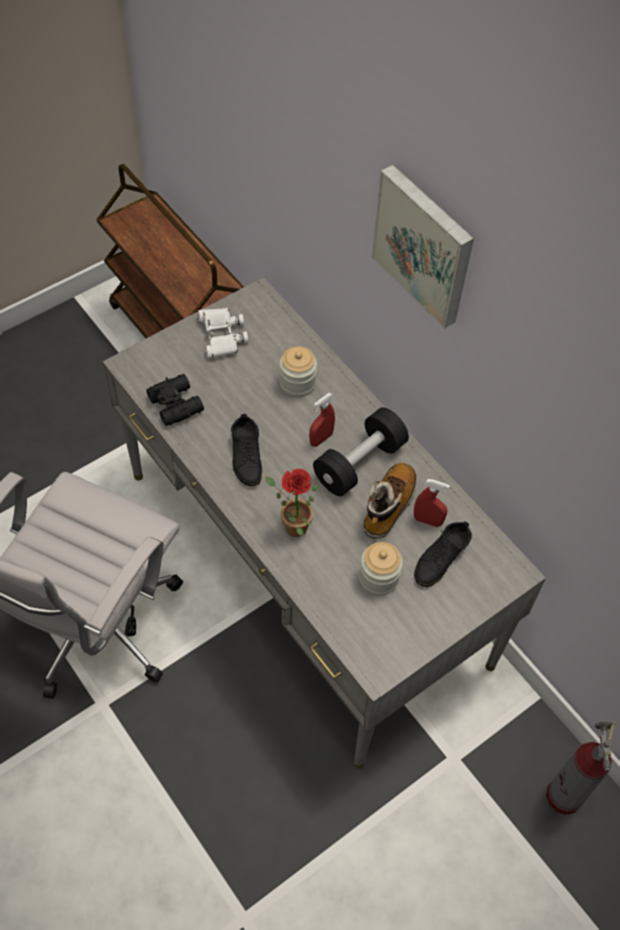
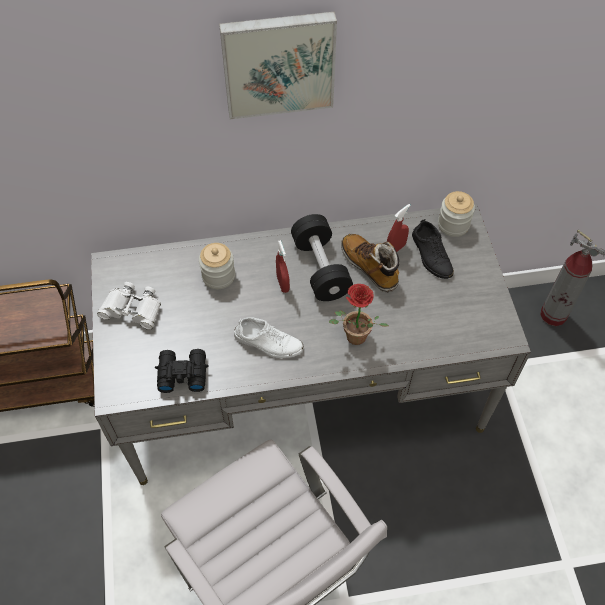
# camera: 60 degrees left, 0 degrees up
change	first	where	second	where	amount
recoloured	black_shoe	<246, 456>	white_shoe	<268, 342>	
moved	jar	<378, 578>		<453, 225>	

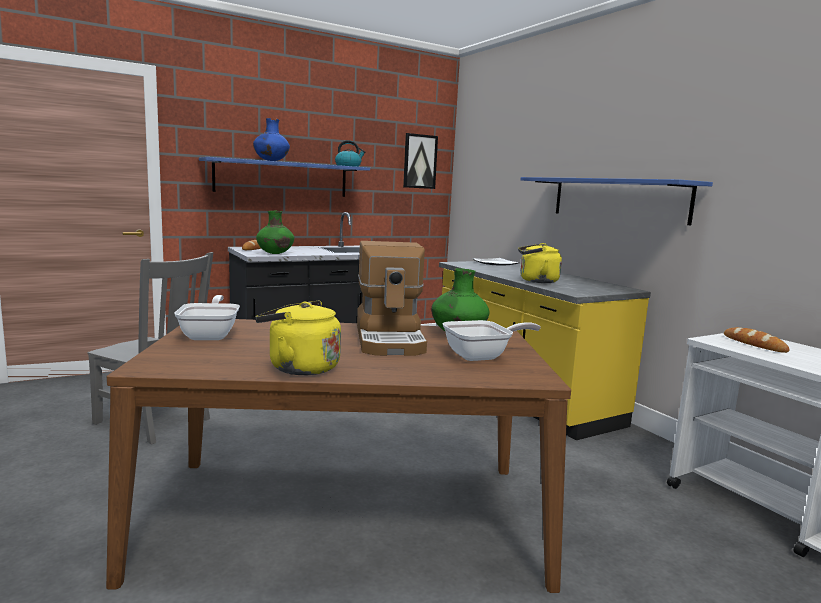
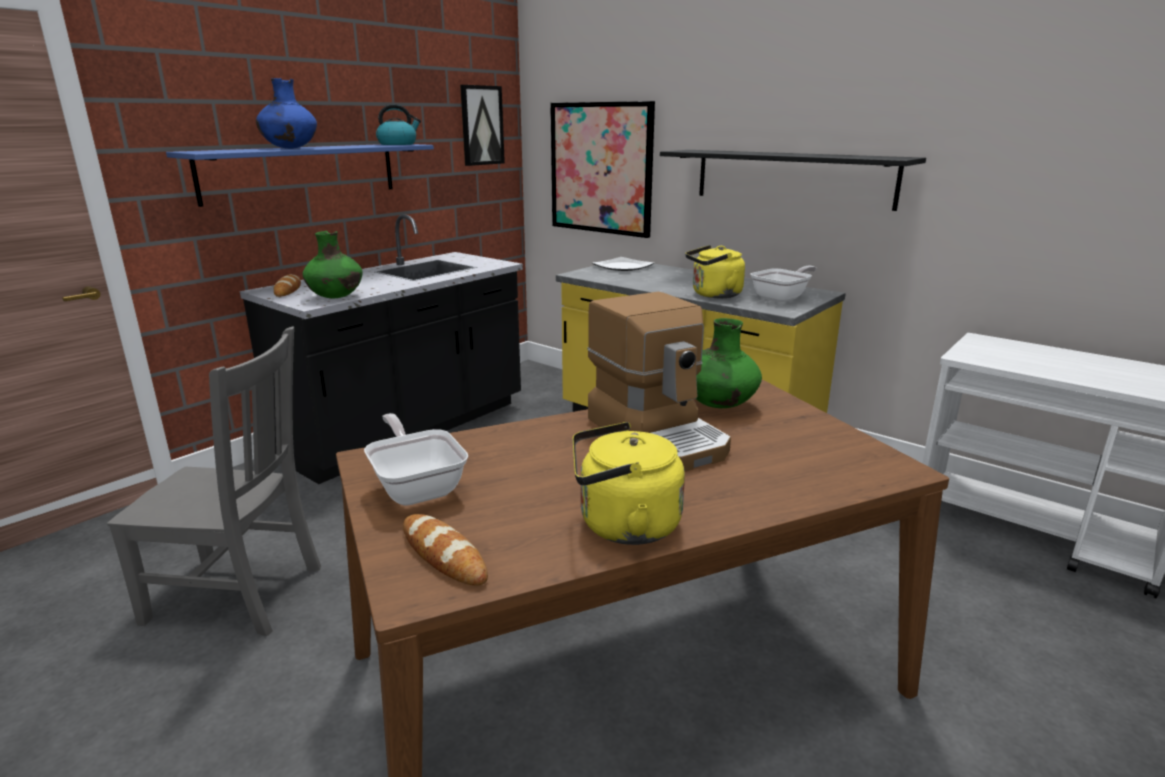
# camera: 20 degrees left, 10 degrees up
change	first	where	second	where	amount
recoloured	blue_shelf	<617, 199>	black_shelf	<792, 178>	
moved	frying_pan	<482, 356>		<782, 298>	
moved	bread	<754, 344>		<443, 554>	
added			picture	<601, 168>	

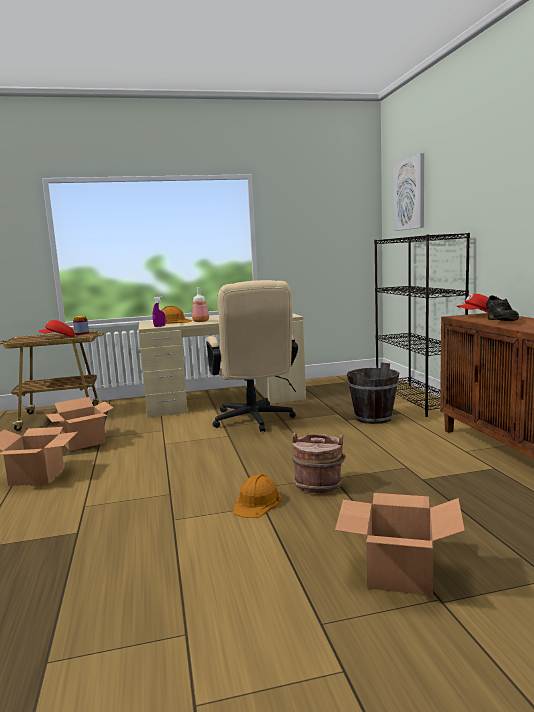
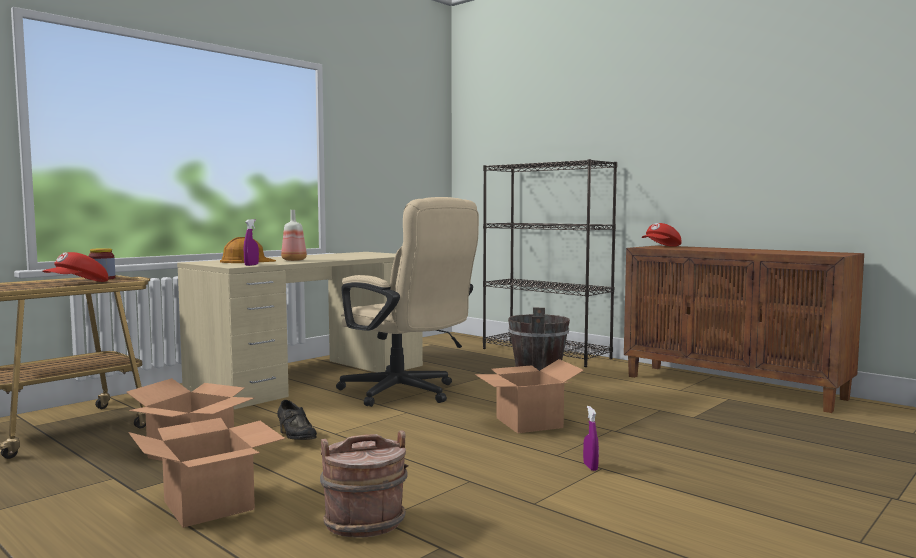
# camera: 35 degrees left, 5 degrees down
change	first	where	second	where	amount
removed	picture	<409, 194>			
moved	black_shoe	<500, 321>		<296, 438>	
moved	brown_bucket	<319, 485>		<364, 522>	
replaced	orange_hard_hat	<257, 503>	purple_spray_bottle	<590, 467>	
moved	cardboard_box	<400, 573>		<530, 423>	

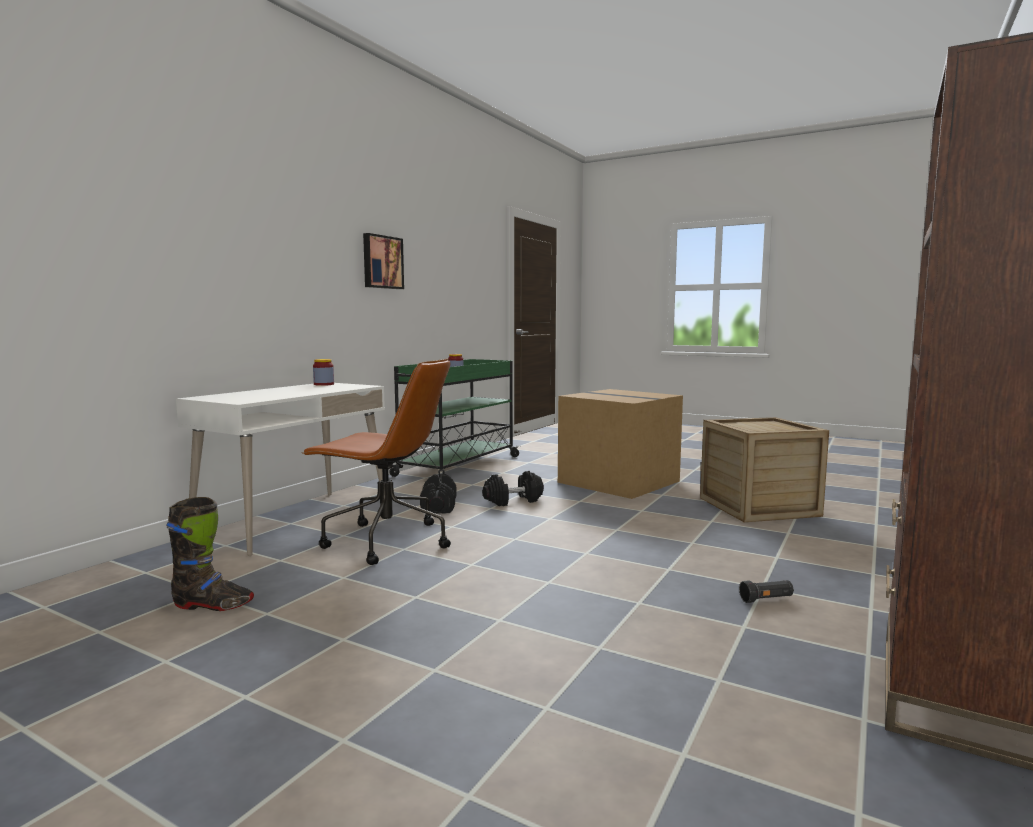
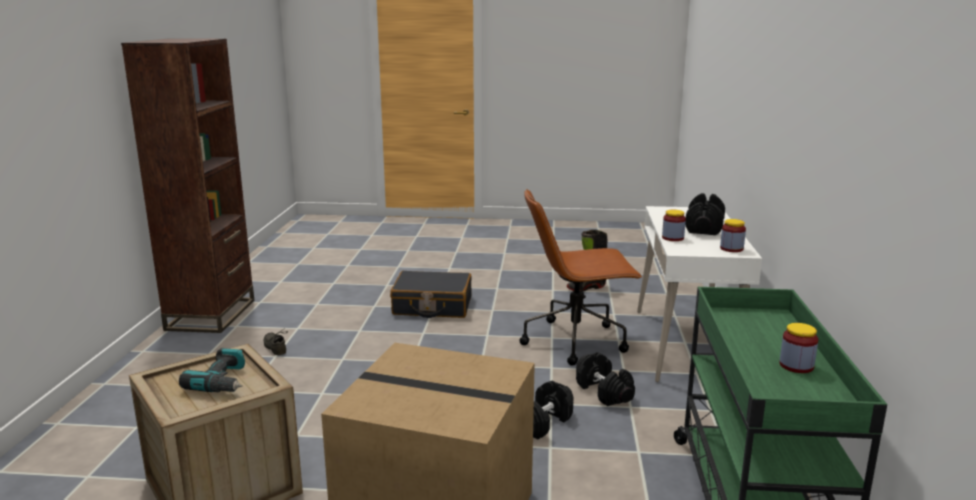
# camera: 155 degrees right, 10 degrees up
change	first	where	second	where	amount
removed	picture	<382, 262>			
replaced	black_flashlight	<766, 599>	grey_shoe	<276, 347>	
added			black_dumbbell	<704, 228>	
added			jar	<672, 238>	
added			black_suitcase	<432, 306>	
added			power_drill	<223, 382>	

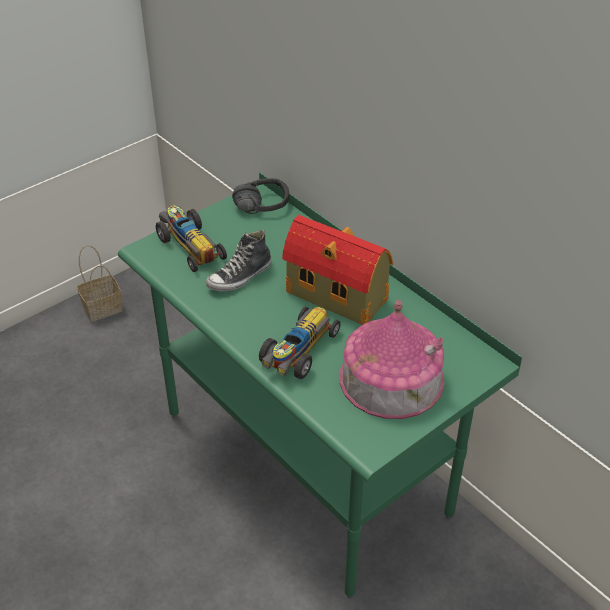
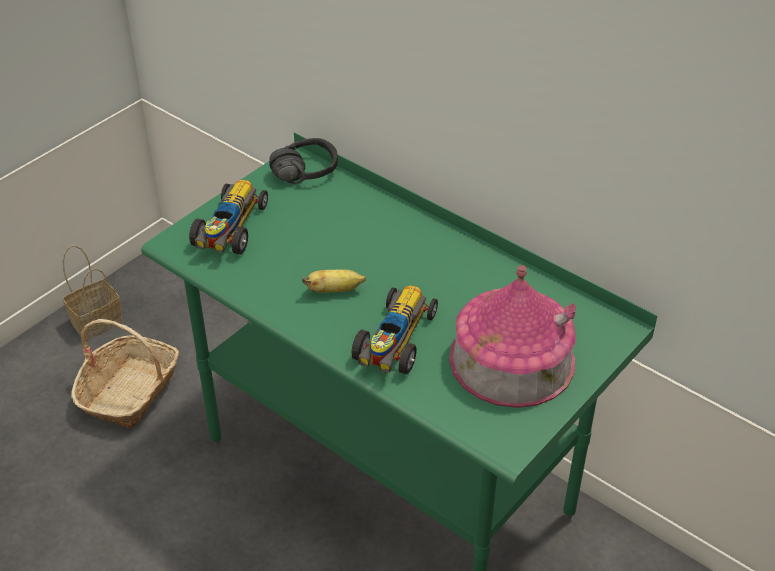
# camera: 10 degrees left, 0 degrees up
change	first	where	second	where	amount
turned	toy_car	<190, 245>		<230, 230>	120 degrees counterclockwise
removed	toy_house	<338, 297>			
removed	shoe	<240, 277>			
added			banana	<334, 290>	
added			basket	<130, 391>	

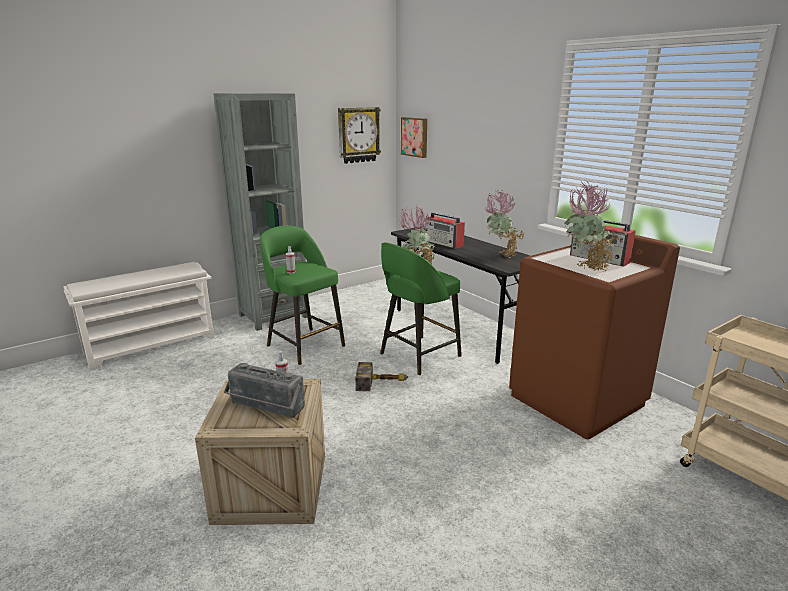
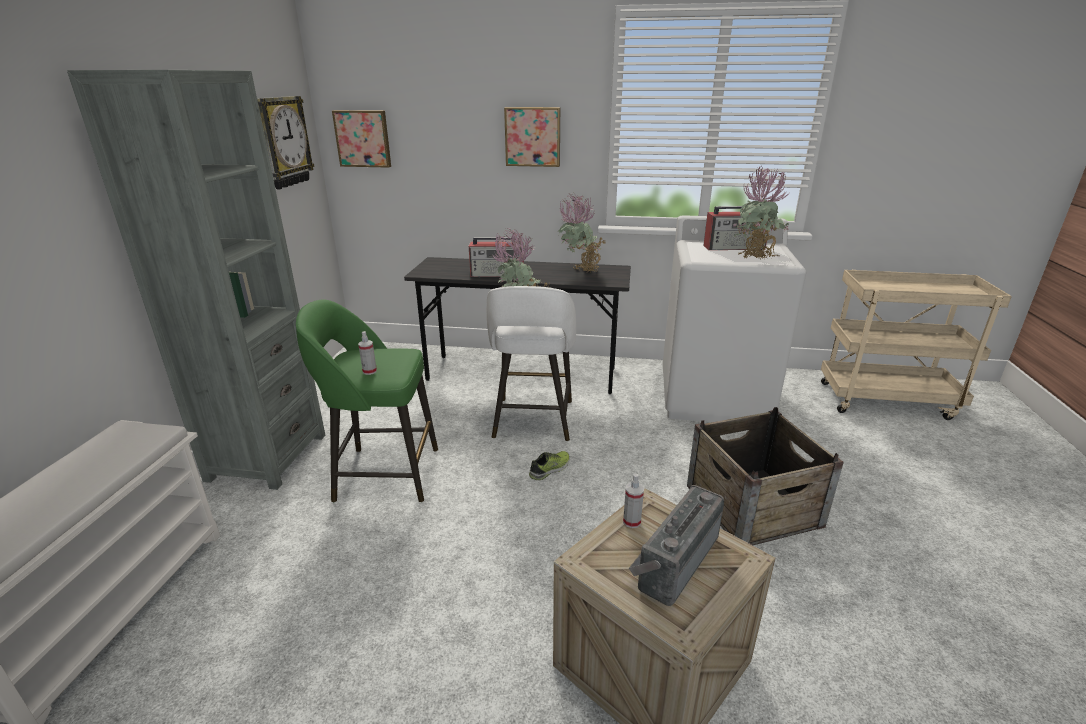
# camera: 45 degrees left, 5 degrees up
change	first	where	second	where	amount
recoloured	brown_washing_machine	<577, 400>	white_washing_machine	<714, 397>	
recoloured	green_stool	<418, 355>	white_stool	<533, 421>	
replaced	hammer	<382, 383>	shoe	<550, 469>	
turned	radio	<265, 407>		<673, 560>	150 degrees clockwise
added			picture	<533, 136>	
added			crate	<753, 505>	

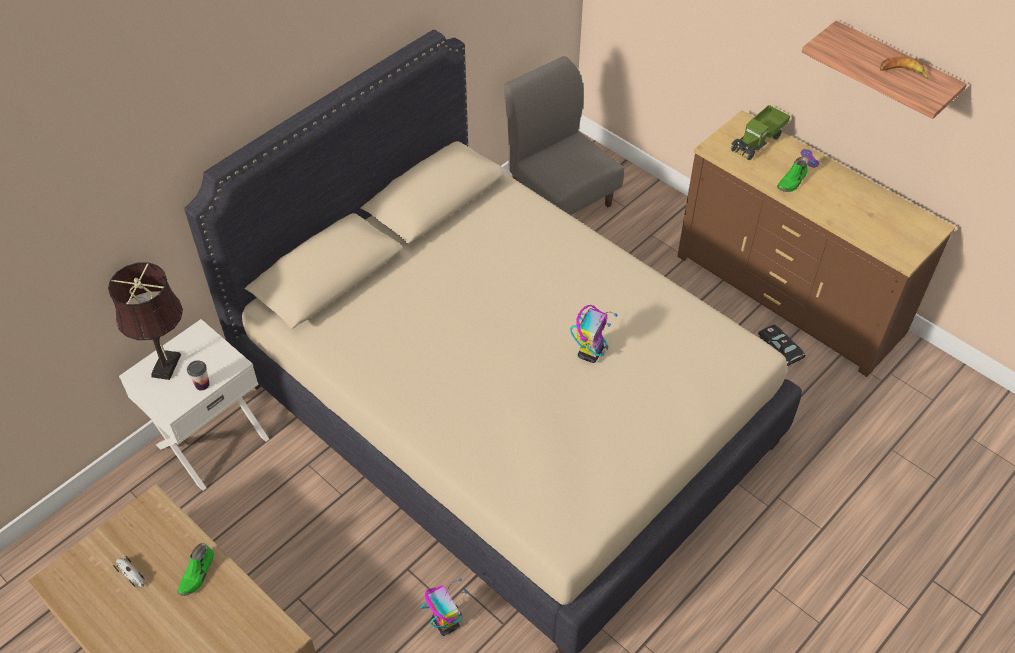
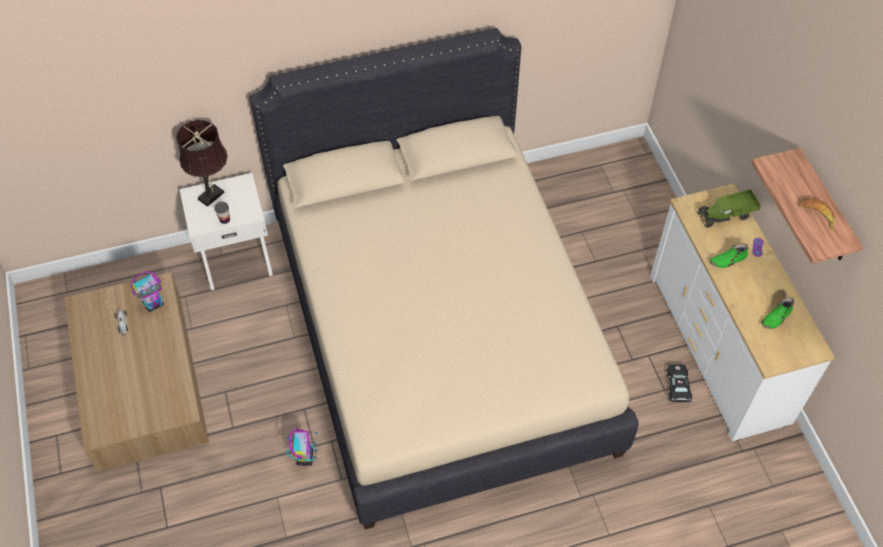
# camera: 30 degrees right, 5 degrees up
change	first	where	second	where	amount
removed	grey_chair	<560, 197>			
recoloured	brown_dresser	<789, 294>	white_dresser	<718, 347>	
moved	toy_robot	<590, 352>		<154, 304>	
moved	green_shoe	<197, 574>		<776, 317>	

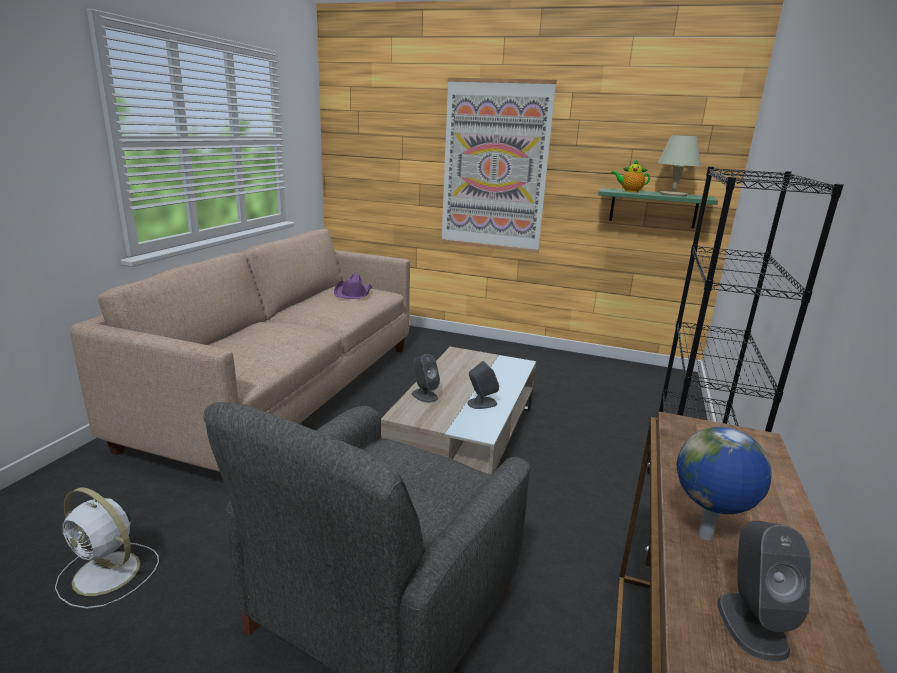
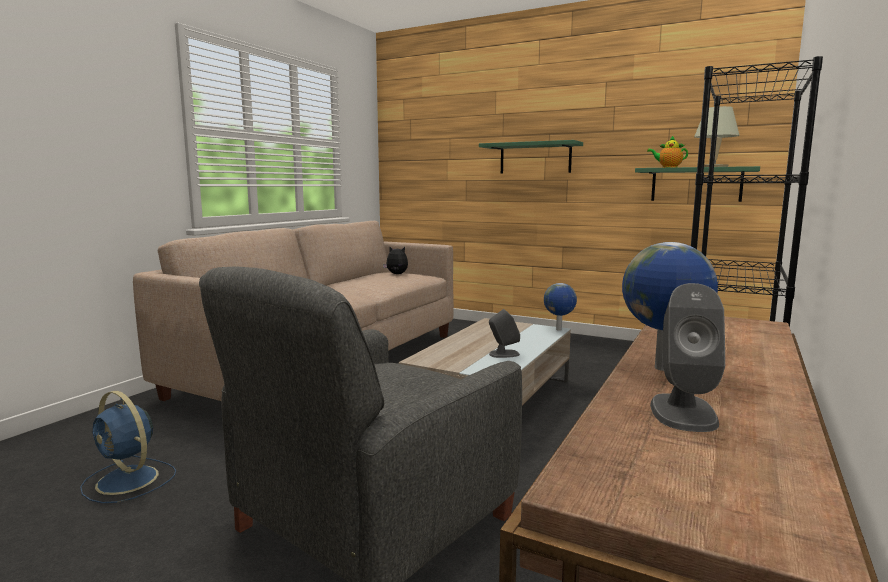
# camera: 10 degrees right, 10 degrees down
change	first	where	second	where	amount
replaced	picture	<494, 167>	green_shelf	<535, 158>	
replaced	purple_hat	<353, 293>	plush_toy	<396, 274>	
removed	grey_speaker	<424, 395>			
recoloured	white_fan	<108, 574>	blue_fan	<129, 481>	
added			globe	<559, 330>	

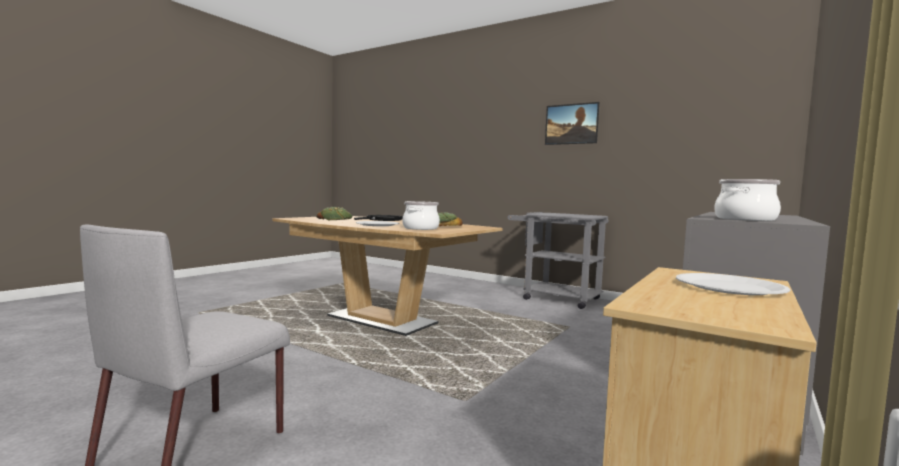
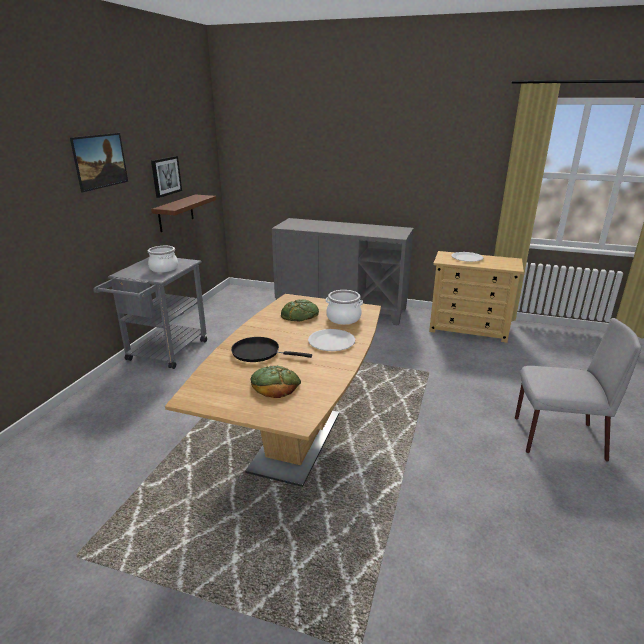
# camera: 105 degrees left, 20 degrees up
change	first	where	second	where	amount
moved	cooking_pot	<745, 219>		<164, 268>	
added			picture	<166, 176>	
added			brown_shelf	<176, 213>	

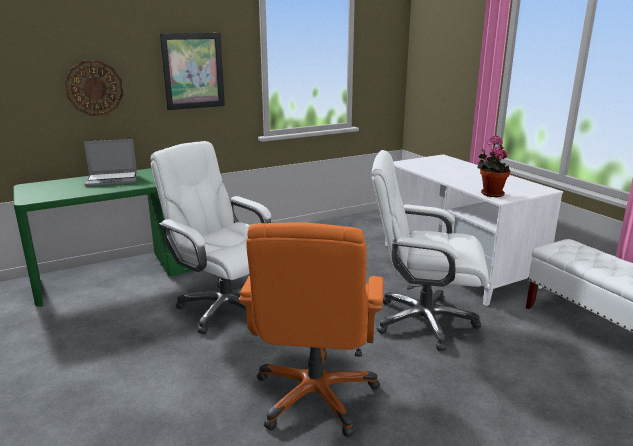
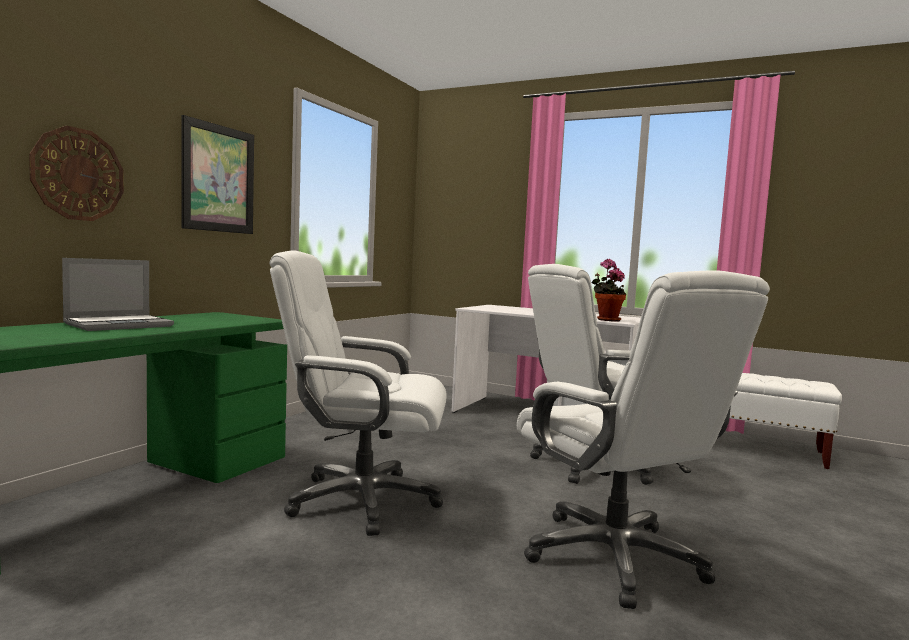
# camera: 35 degrees left, 15 degrees down
change	first	where	second	where	amount
recoloured	orange_office_chair	<315, 396>	white_office_chair	<615, 557>	

